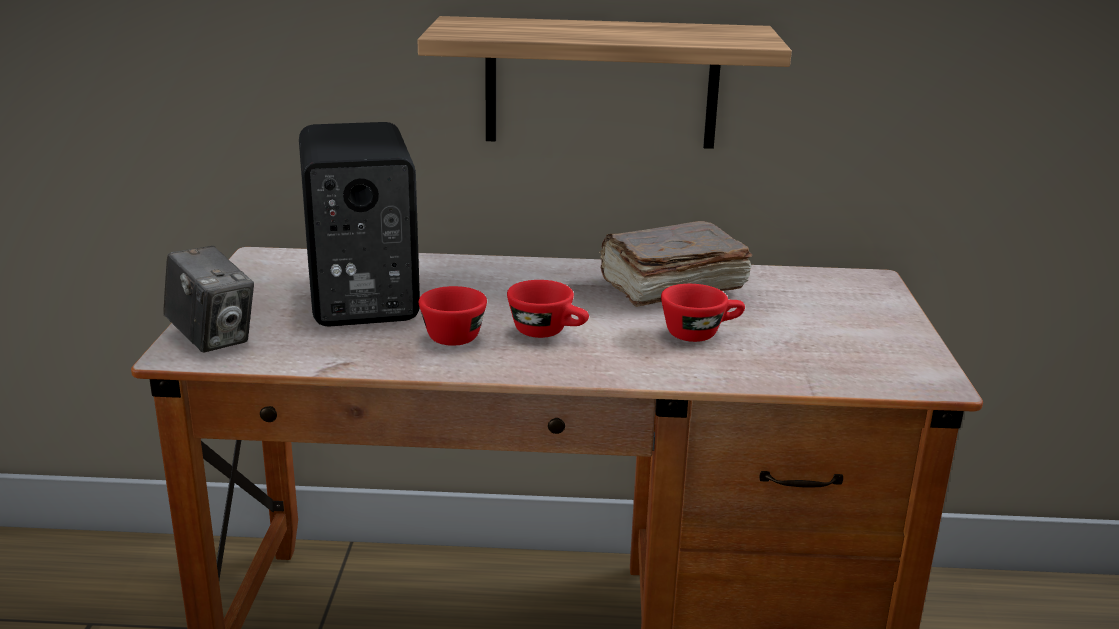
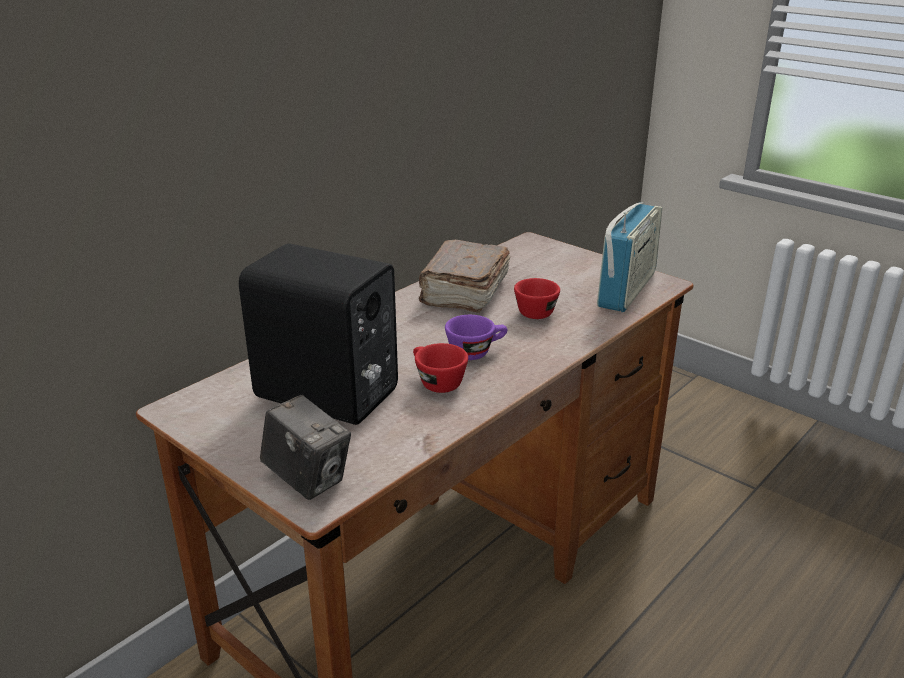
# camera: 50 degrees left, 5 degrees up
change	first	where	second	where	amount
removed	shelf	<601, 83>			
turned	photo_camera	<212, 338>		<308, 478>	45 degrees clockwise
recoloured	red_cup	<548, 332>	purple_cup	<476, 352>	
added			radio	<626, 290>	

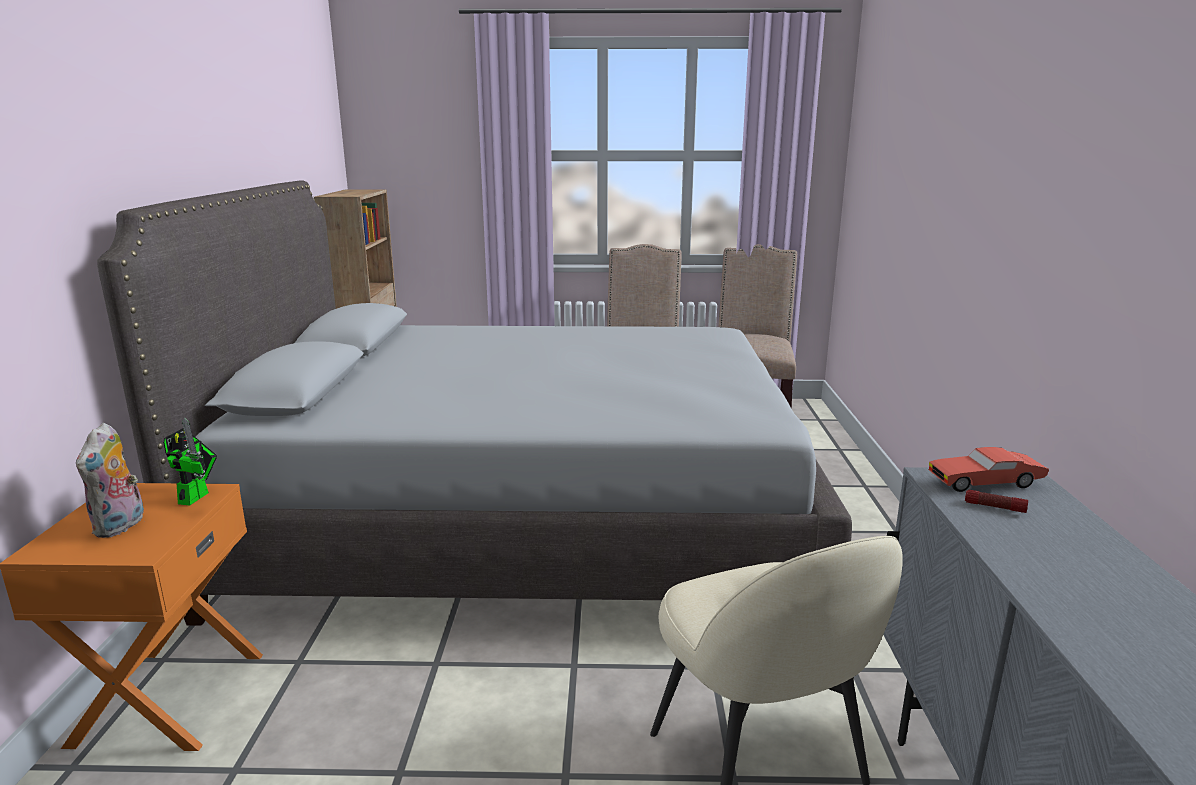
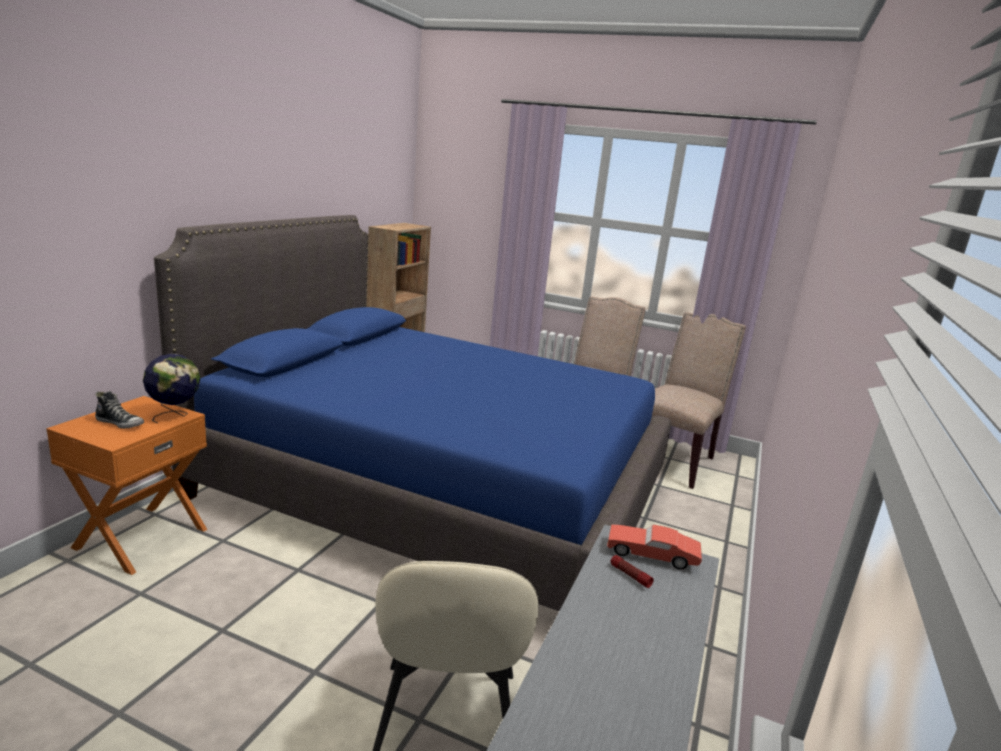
# camera: 20 degrees right, 0 degrees up
change	first	where	second	where	amount
recoloured	grey_bed	<526, 519>	blue_bed	<436, 490>	
replaced	toy_robot	<196, 496>	globe	<175, 415>	
replaced	plush_toy	<121, 526>	shoe	<120, 423>	

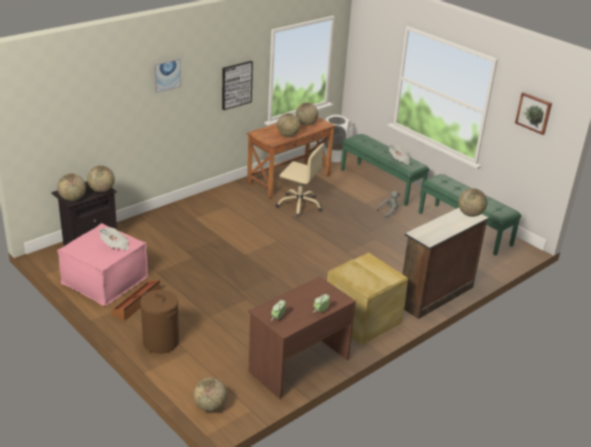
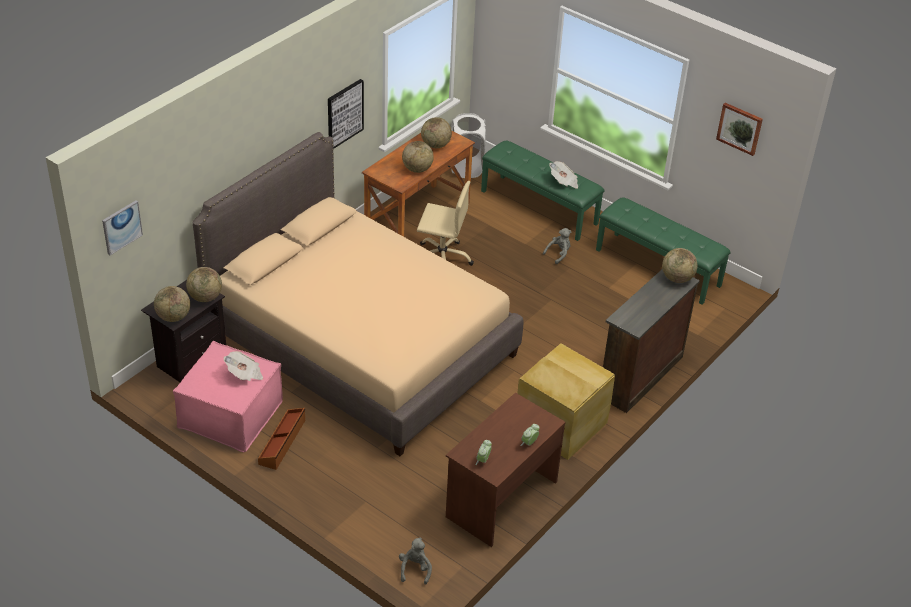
# camera: 10 degrees left, 10 degrees up
change	first	where	second	where	amount
moved	picture	<167, 75>		<121, 227>	
removed	brown_laundry_basket	<160, 342>			
replaced	globe	<210, 406>	grey_plush_toy	<415, 569>	
added			beige_bed	<361, 343>	

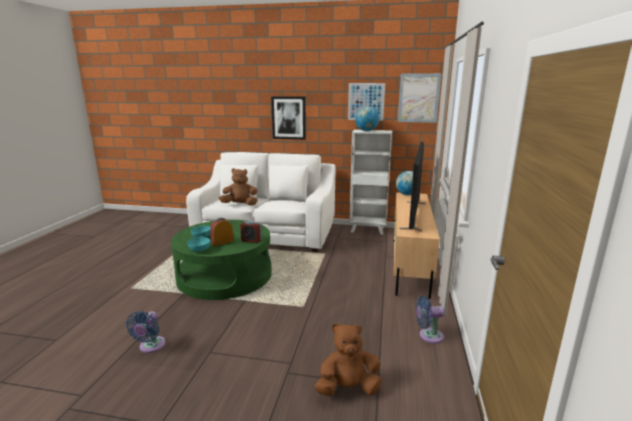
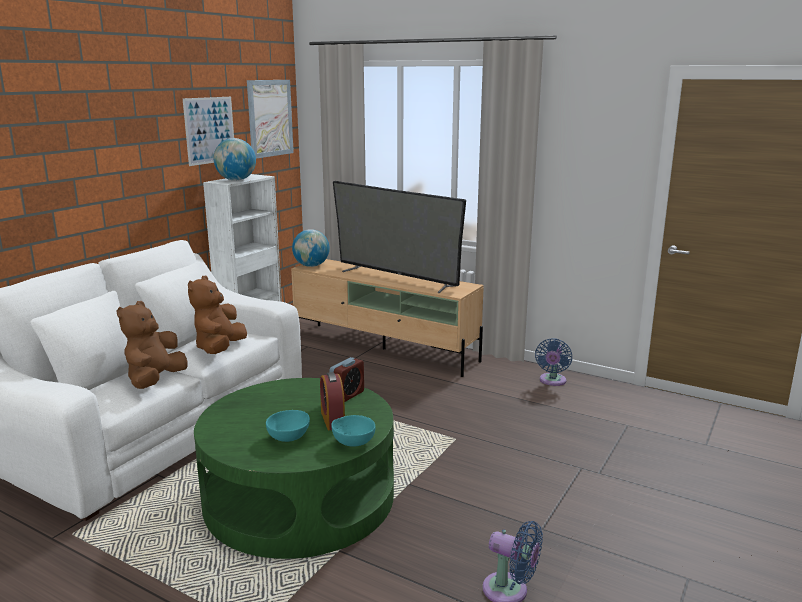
# camera: 70 degrees left, 0 degrees up
change	first	where	second	where	amount
removed	picture	<289, 118>			
moved	brown_plush_toy	<348, 388>		<219, 349>	

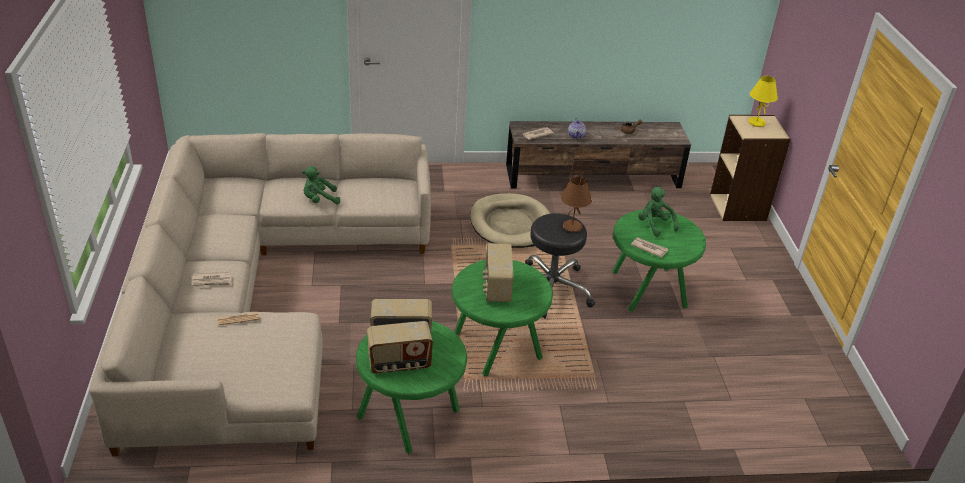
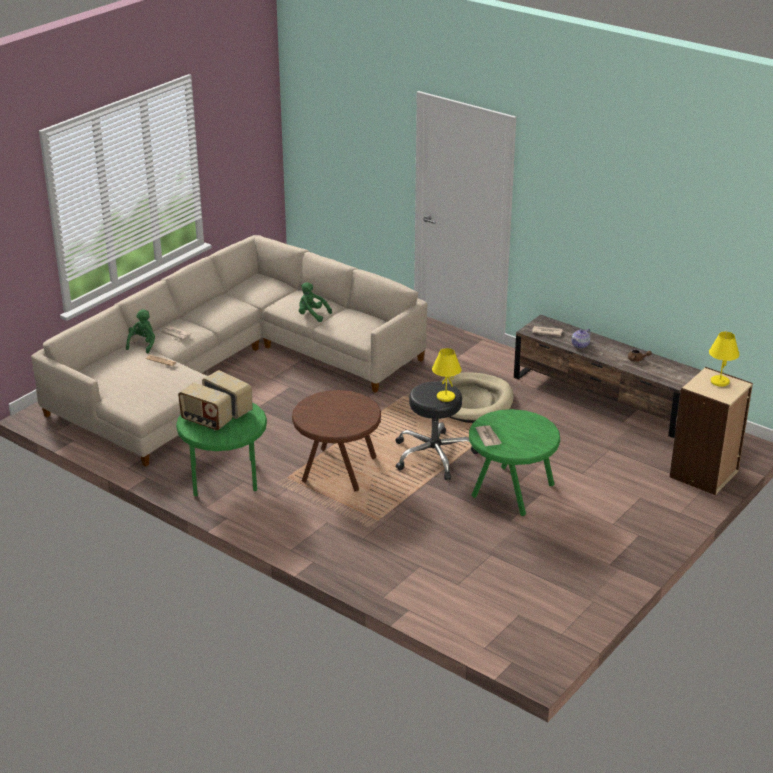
# camera: 45 degrees right, 5 degrees down
change	first	where	second	where	amount
recoloured	brown_table_lamp	<572, 227>	yellow_table_lamp	<445, 397>	
moved	green_plush_toy	<654, 225>		<142, 344>	
removed	radio	<496, 288>			
recoloured	green_side_table	<497, 347>	brown_side_table	<338, 470>	

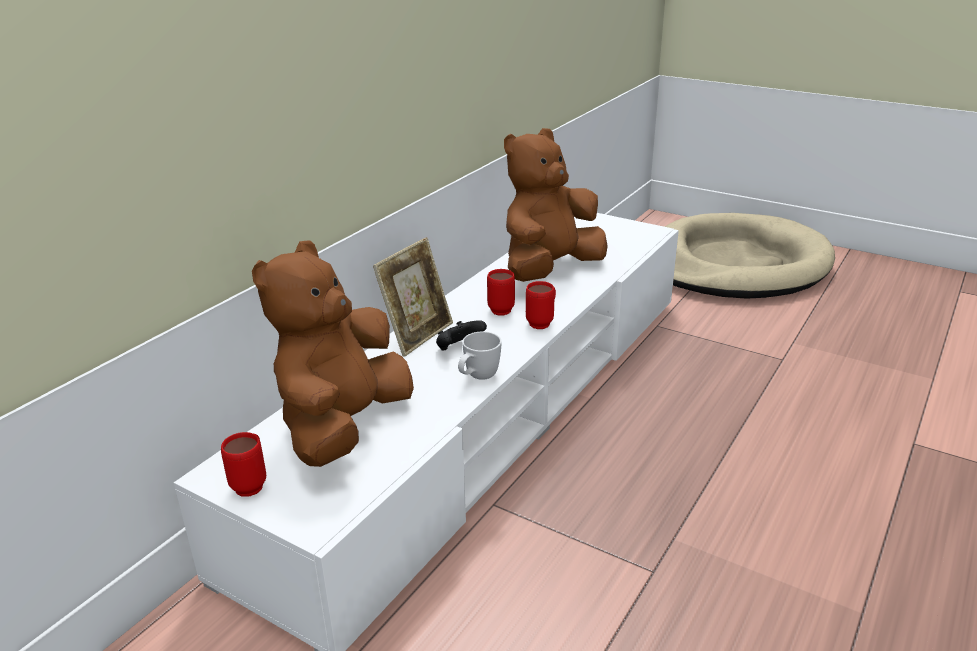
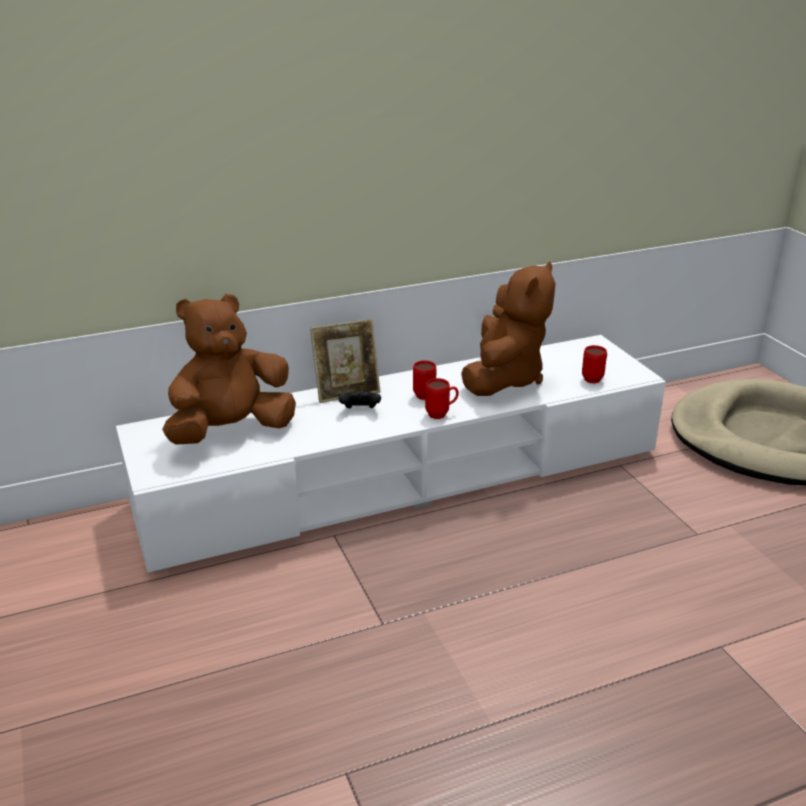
# camera: 35 degrees right, 0 degrees up
change	first	where	second	where	amount
turned	brown_plush_toy	<549, 270>		<504, 378>	120 degrees clockwise
removed	white_mug	<478, 378>			
moved	red_mug	<252, 483>		<595, 378>	

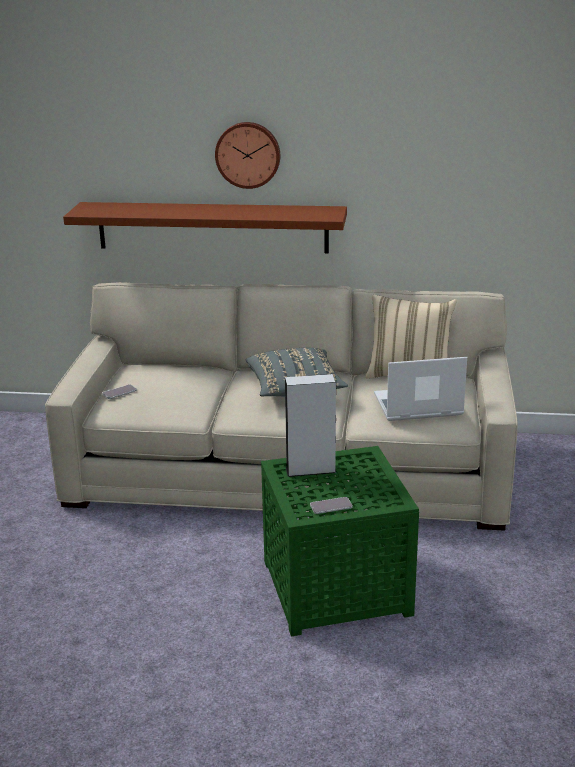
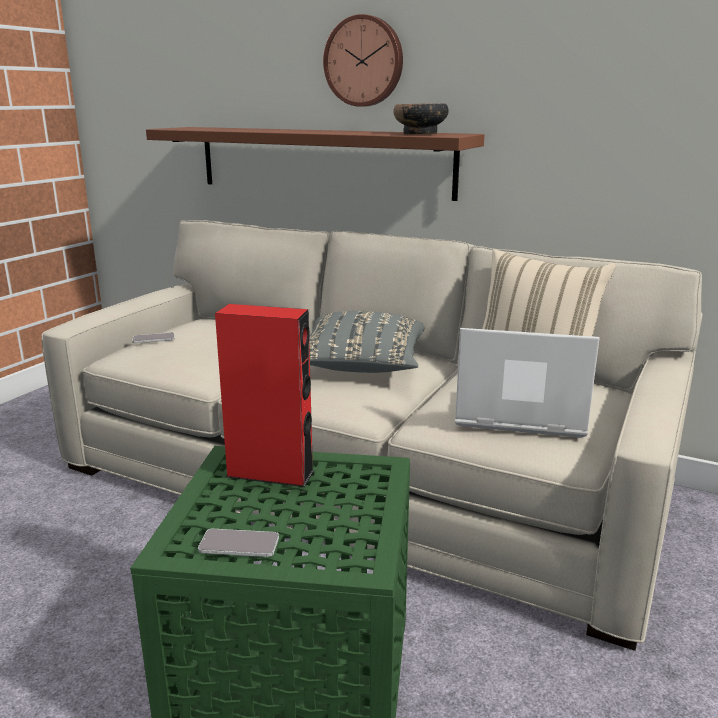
# camera: 20 degrees right, 5 degrees down
change	first	where	second	where	amount
recoloured	grey_speaker	<310, 470>	red_speaker	<270, 473>	
added			bowl	<420, 133>	

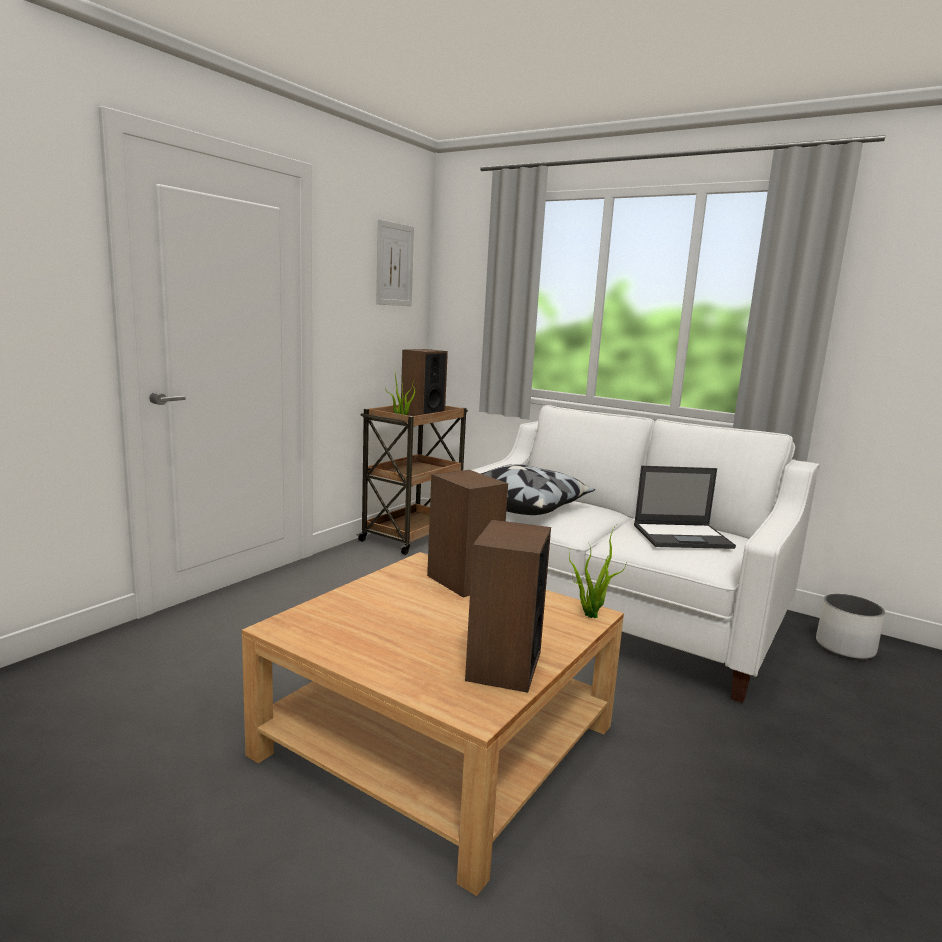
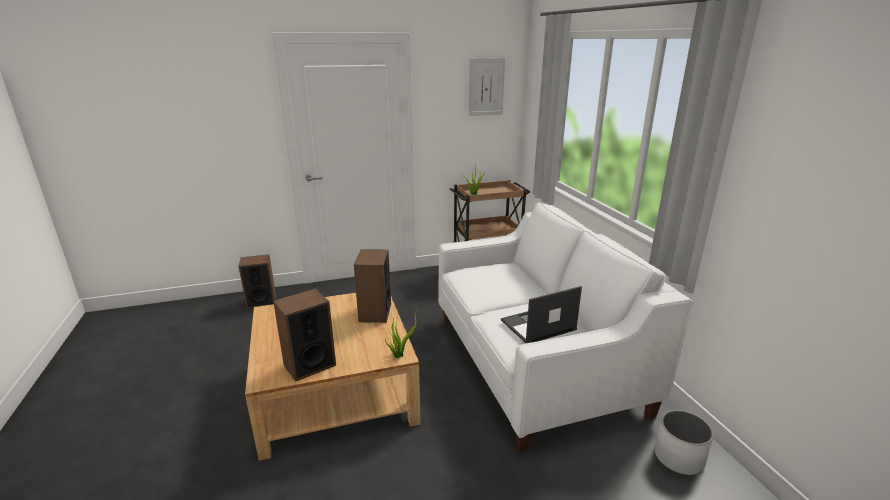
# camera: 40 degrees right, 10 degrees up
change	first	where	second	where	amount
moved	speaker	<422, 414>		<261, 302>	
removed	pillow	<524, 506>			
turned	laptop	<683, 536>		<537, 325>	120 degrees clockwise

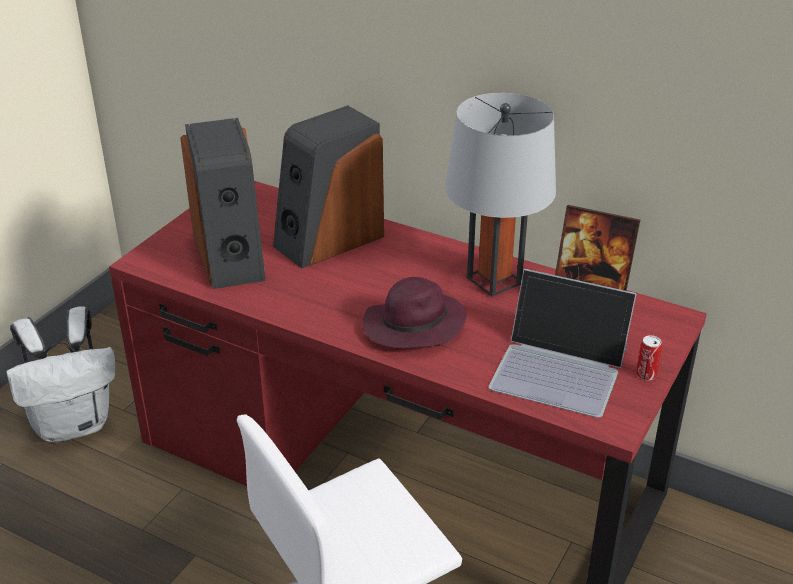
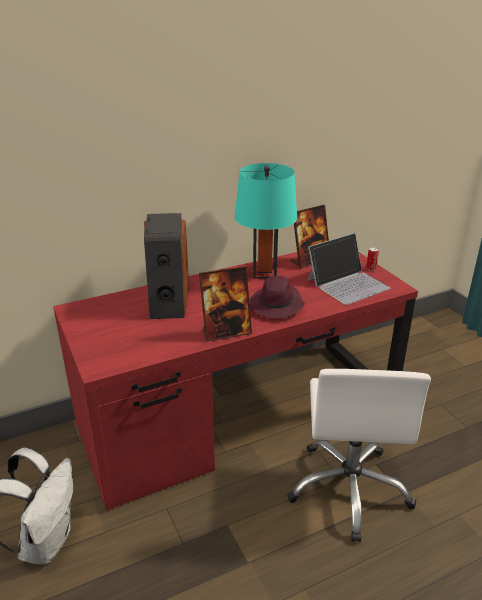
# camera: 55 degrees left, 5 degrees down
change	first	where	second	where	amount
recoloured	grey_table_lamp	<494, 280>	turquoise_table_lamp	<264, 273>	
removed	speaker	<231, 256>			
added			picture_frame	<226, 332>	

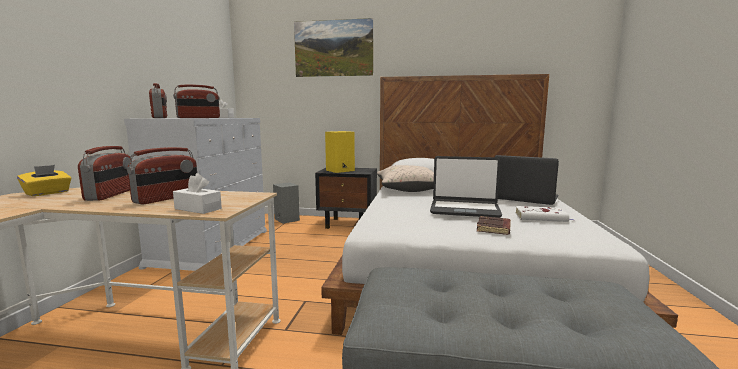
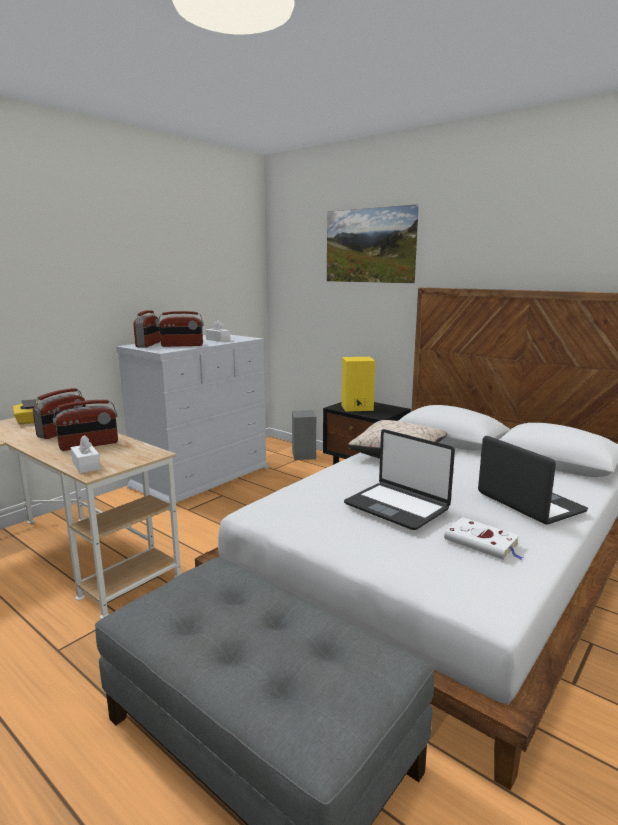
# camera: 30 degrees right, 5 degrees up
change	first	where	second	where	amount
removed	brown_book	<494, 229>			

